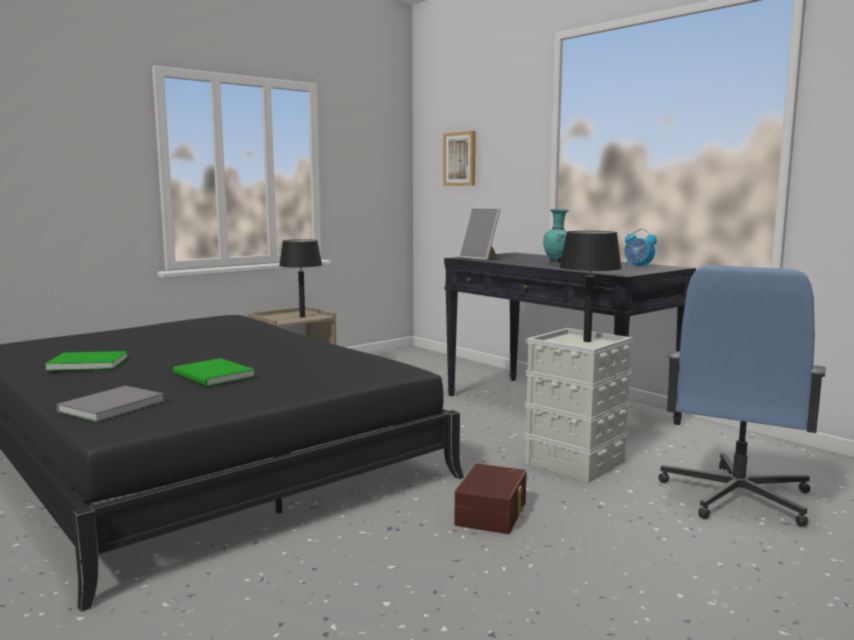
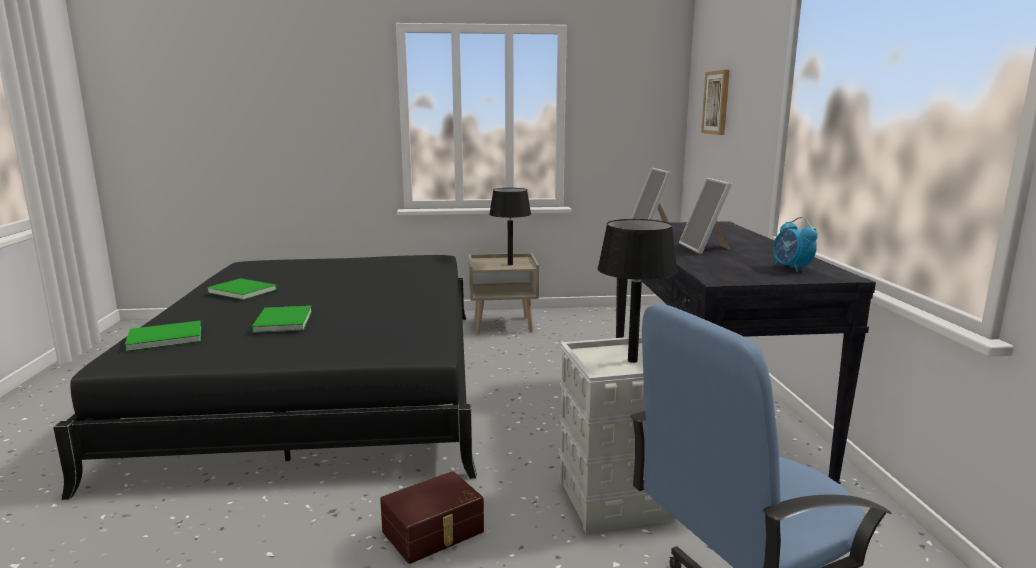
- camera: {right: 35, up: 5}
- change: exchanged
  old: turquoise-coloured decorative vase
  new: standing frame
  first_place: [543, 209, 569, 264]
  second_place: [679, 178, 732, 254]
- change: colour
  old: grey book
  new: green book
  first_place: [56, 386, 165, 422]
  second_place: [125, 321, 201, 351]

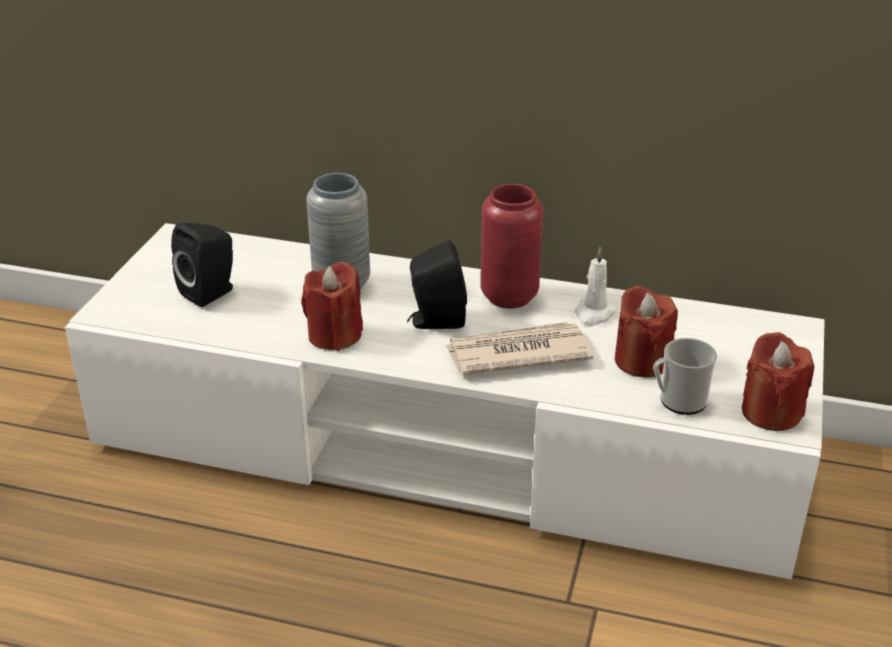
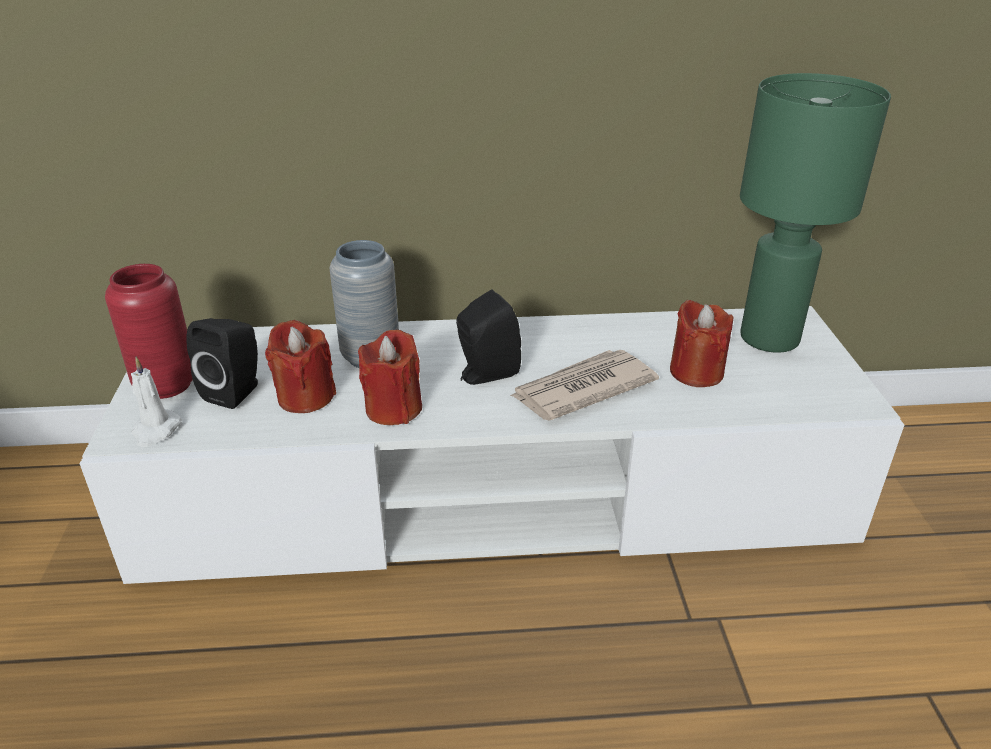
- camera: {right: -20, up: 0}
- change: missing
  old: mug
  first_place: [653, 338, 717, 415]
- change: appeared
  new: green lamp for a table
  second_place: [740, 73, 891, 352]
- change: relocated
  old: red decorative vase
  first_place: [480, 184, 543, 309]
  second_place: [105, 264, 193, 399]
- change: relocated
  old: white candle
  first_place: [575, 247, 617, 326]
  second_place: [131, 357, 182, 447]
- change: relocated
  old: red candle
  first_place: [742, 332, 814, 431]
  second_place: [265, 320, 336, 413]

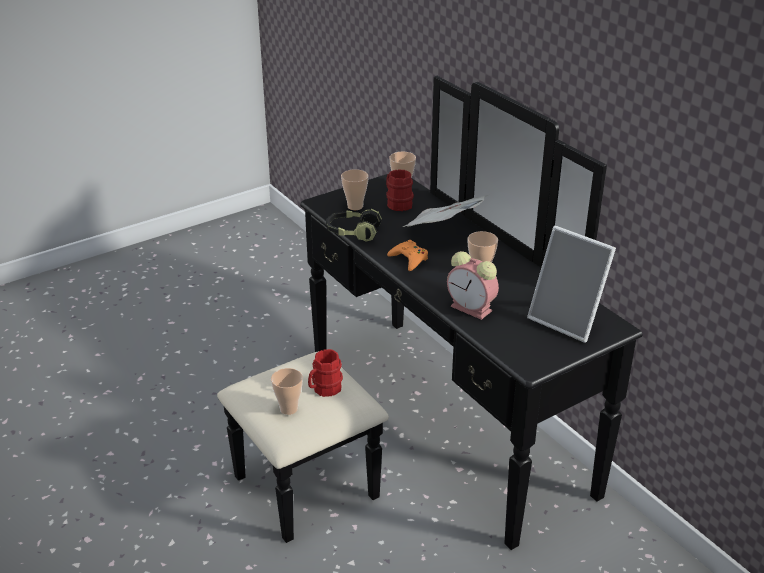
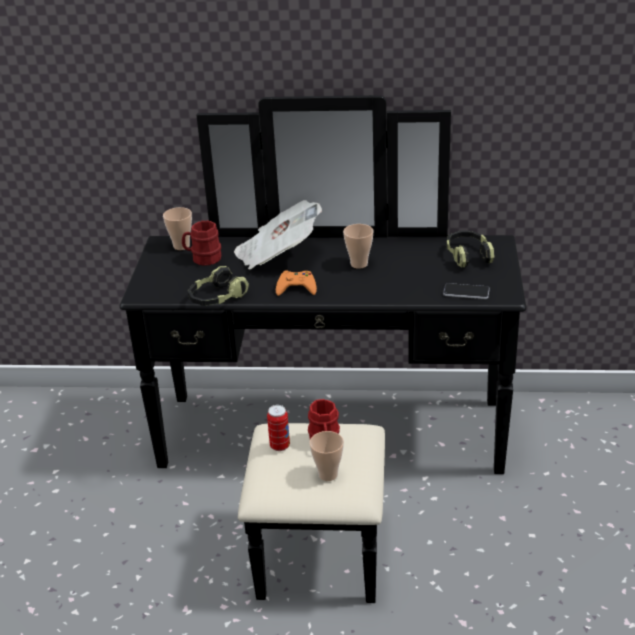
- camera: {right: -50, up: 0}
- change: missing
  old: small cup
  first_place: [341, 169, 369, 210]
- change: missing
  old: alarm clock
  first_place: [447, 251, 499, 320]
- change: appeared
  new: can
  second_place: [267, 405, 290, 451]
- change: appeared
  new: phone
  second_place: [443, 283, 490, 299]
- change: exchanged
  old: standing frame
  new: pair of headphones
  first_place: [527, 226, 616, 343]
  second_place: [447, 231, 495, 268]

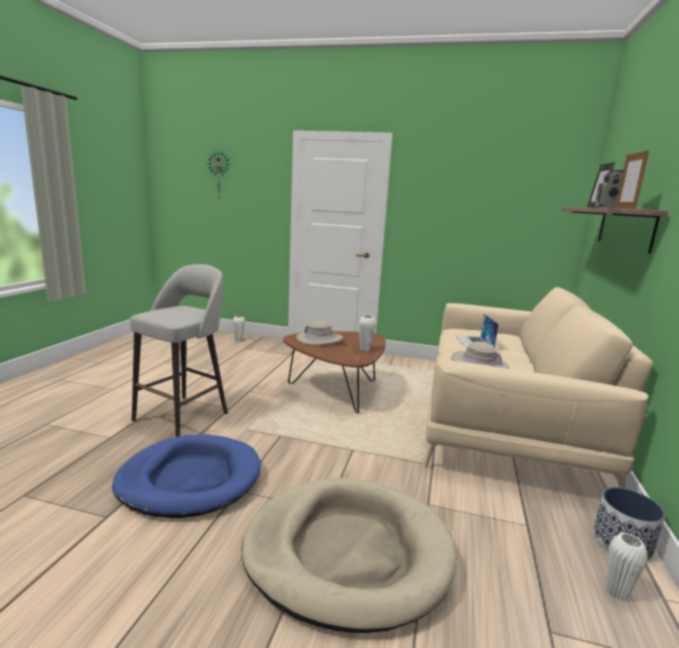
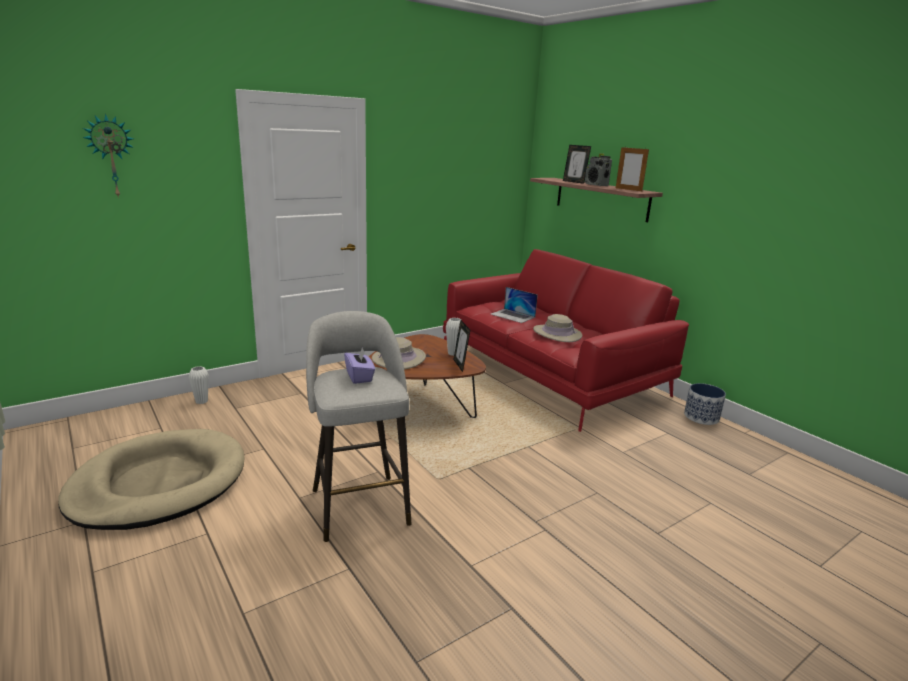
- camera: {right: -50, up: 5}
- change: missing
  old: blue-coloured dog bed
  first_place: [112, 434, 261, 518]
- change: missing
  old: white decorative vase
  first_place: [606, 533, 648, 601]
- change: appeared
  new: purple-coloured tissue box
  second_place: [344, 348, 375, 384]
- change: appeared
  new: standing frame
  second_place: [453, 320, 470, 372]
- change: relocated
  old: beige dog bed
  first_place: [242, 478, 457, 633]
  second_place: [58, 429, 245, 530]
- change: colour
  old: beige settee
  new: red settee
  first_place: [423, 287, 653, 488]
  second_place: [443, 249, 689, 432]

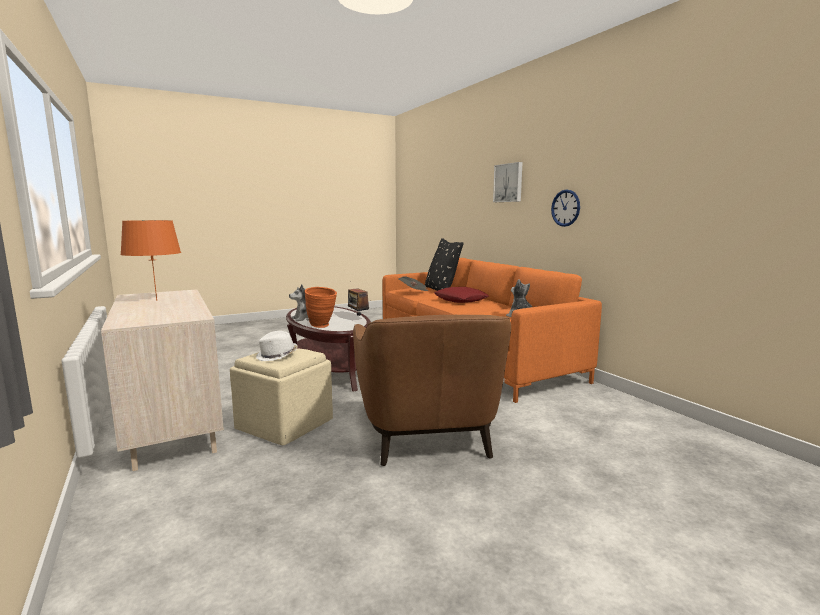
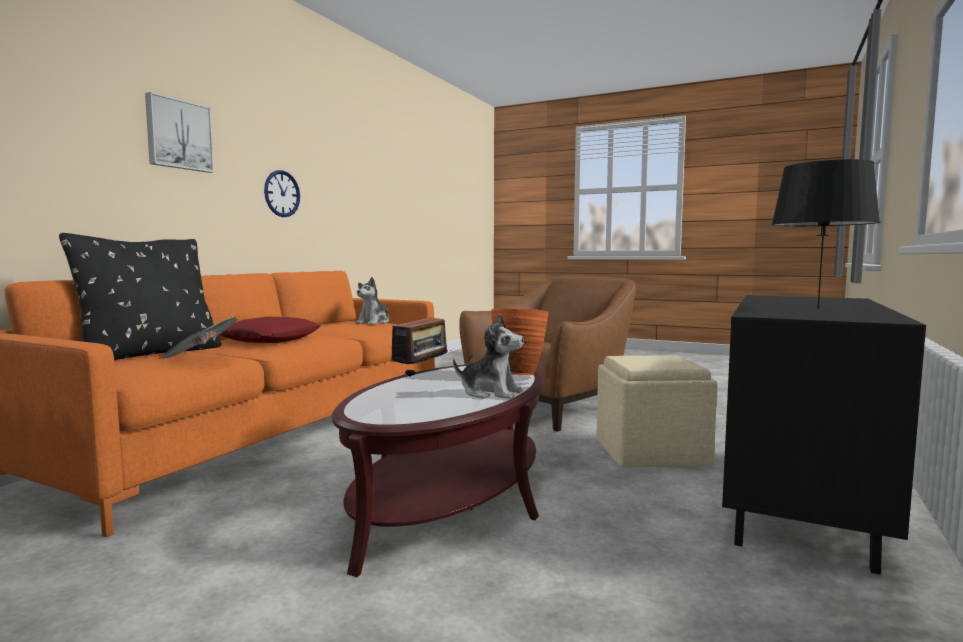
- camera: {right: -125, up: -5}
- change: missing
  old: white clothing hat
  first_place: [256, 331, 298, 361]
- change: colour
  old: beige drawer chest
  new: blackish drawer chest
  first_place: [101, 289, 224, 471]
  second_place: [722, 295, 926, 575]
- change: colour
  old: orangey lamp for a table
  new: blackish lamp for a table
  first_place: [120, 220, 181, 301]
  second_place: [772, 159, 880, 309]

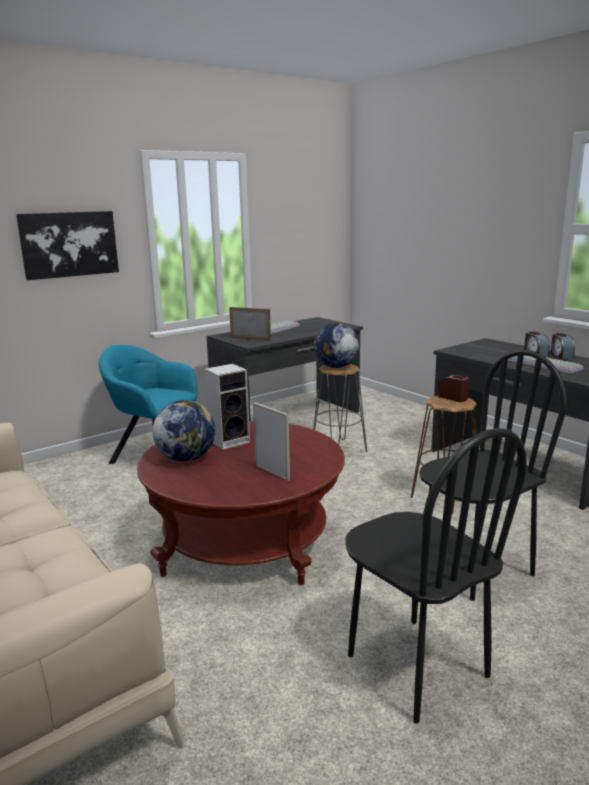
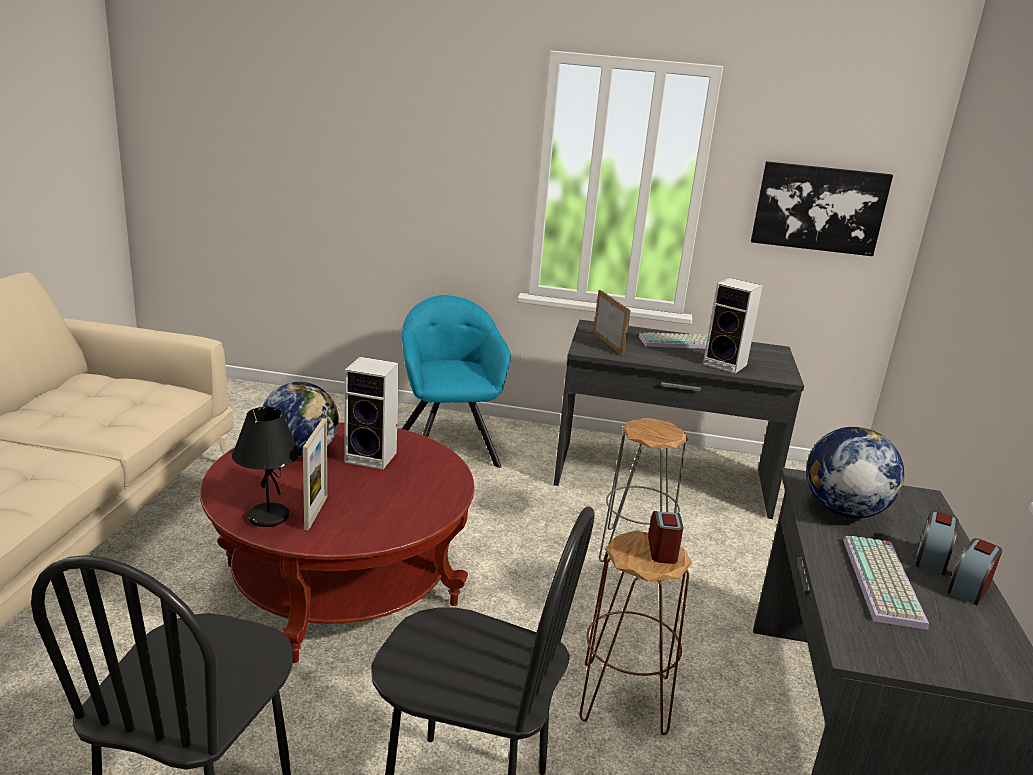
- camera: {right: 45, up: 5}
- change: appeared
  new: blackish lamp for a table
  second_place: [232, 407, 300, 527]
- change: appeared
  new: audio speaker
  second_place: [703, 278, 763, 374]
- change: relocated
  old: picture
  first_place: [16, 211, 119, 280]
  second_place: [751, 161, 893, 256]
- change: relocated
  old: globe
  first_place: [314, 323, 359, 368]
  second_place: [806, 427, 905, 518]

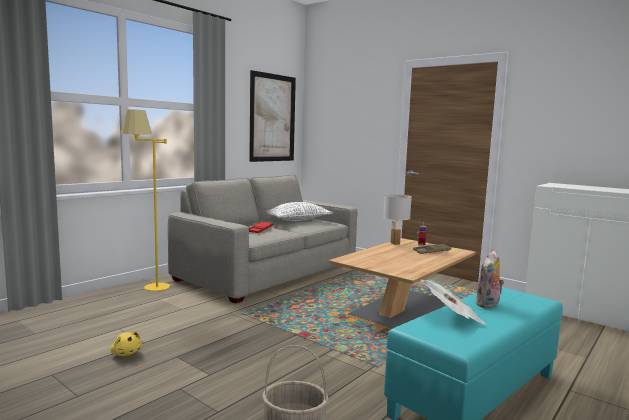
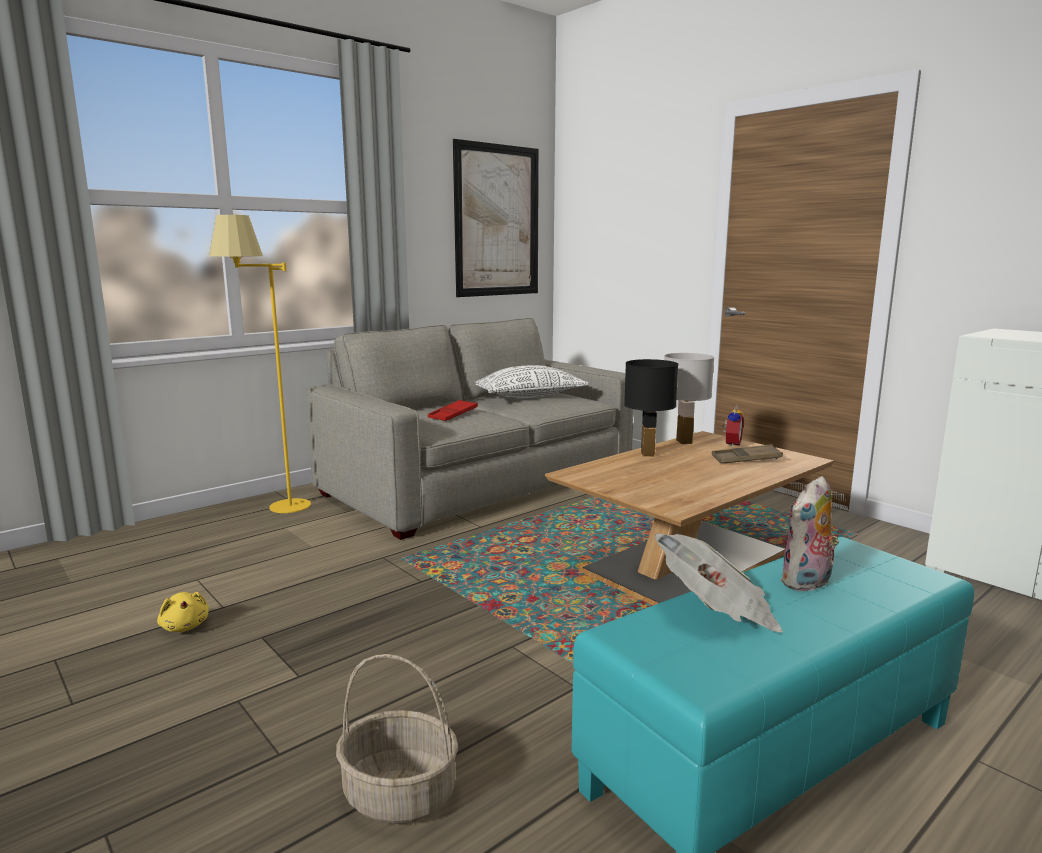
- camera: {right: 10, up: 5}
- change: appeared
  new: blackish lamp for a table
  second_place: [624, 359, 678, 457]

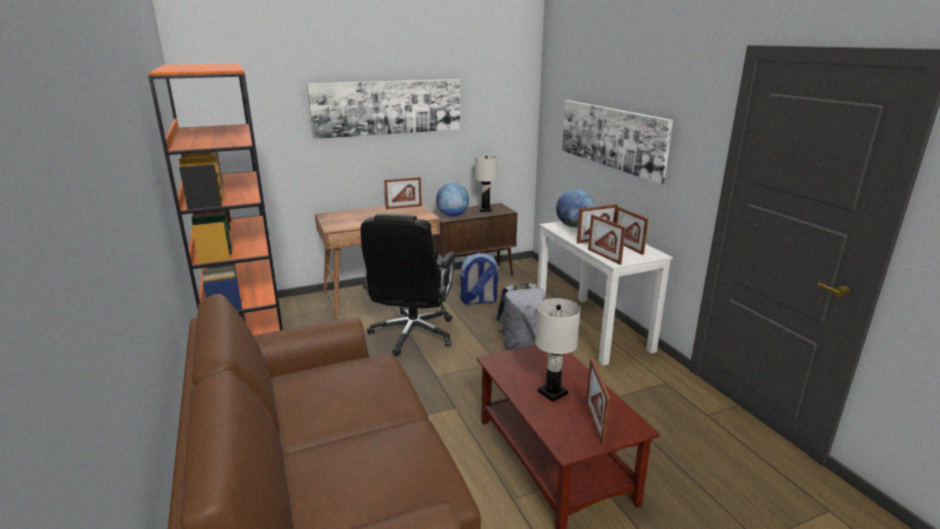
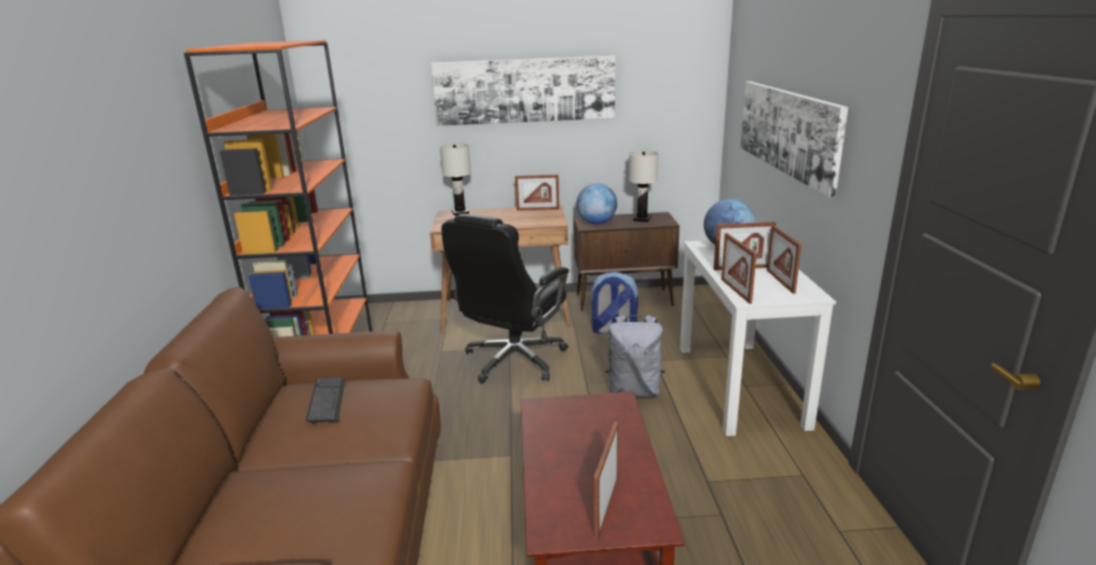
- camera: {right: 20, up: 0}
- change: appeared
  new: computer keyboard
  second_place: [306, 378, 345, 423]
- change: relocated
  old: white lamp for a table
  first_place: [535, 298, 581, 402]
  second_place: [440, 144, 471, 216]

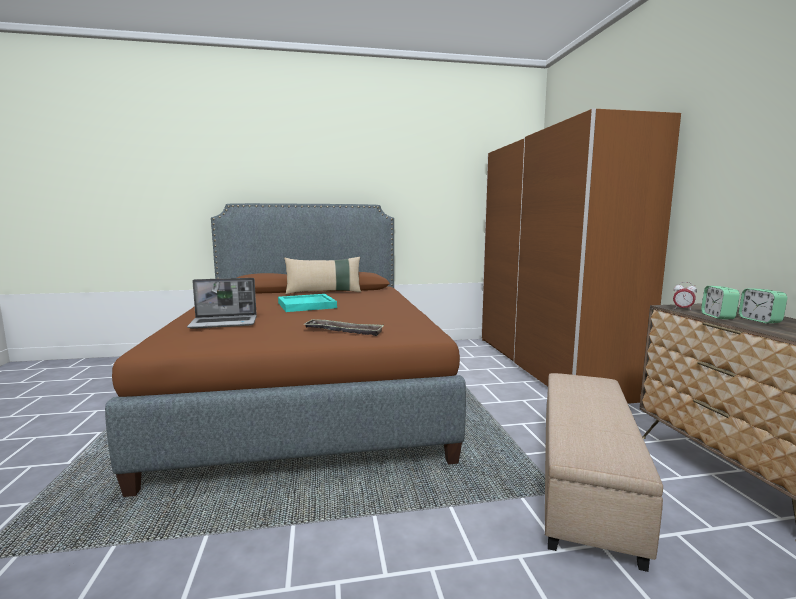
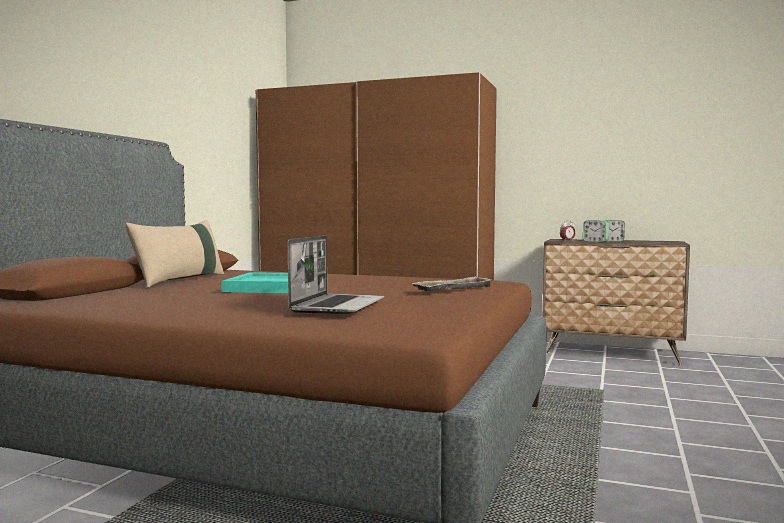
- camera: {right: -60, up: -5}
- change: missing
  old: beige ottoman
  first_place: [545, 373, 663, 572]

